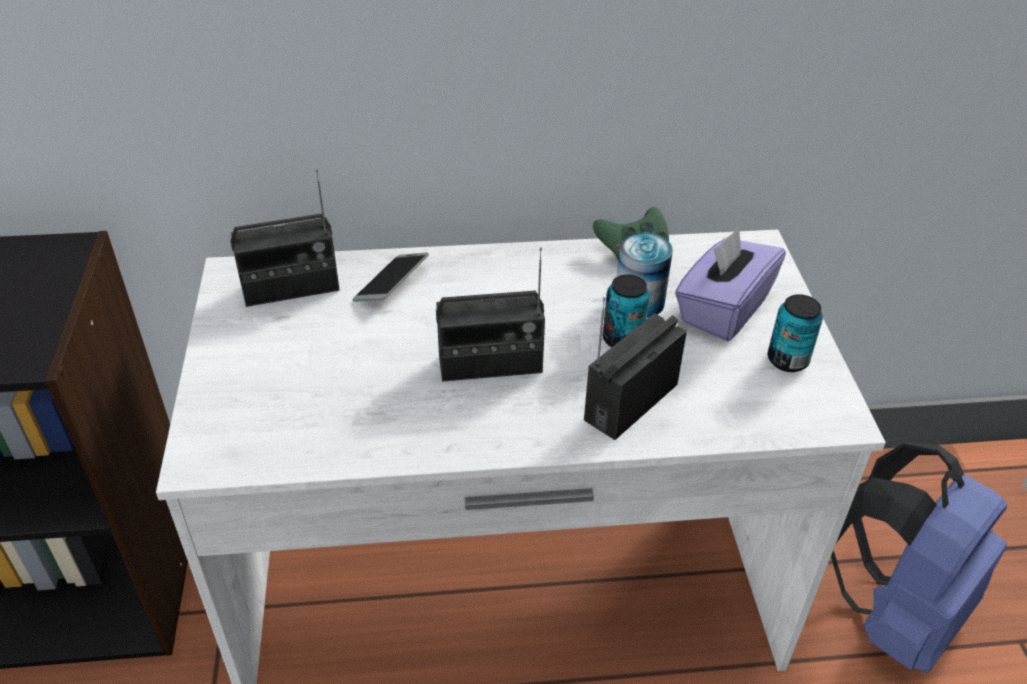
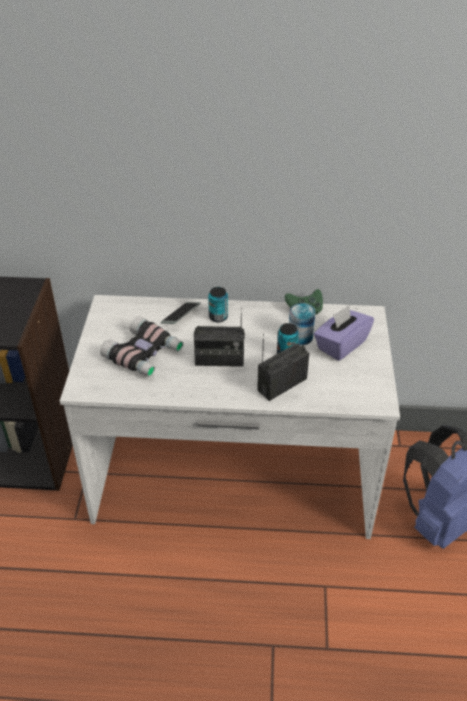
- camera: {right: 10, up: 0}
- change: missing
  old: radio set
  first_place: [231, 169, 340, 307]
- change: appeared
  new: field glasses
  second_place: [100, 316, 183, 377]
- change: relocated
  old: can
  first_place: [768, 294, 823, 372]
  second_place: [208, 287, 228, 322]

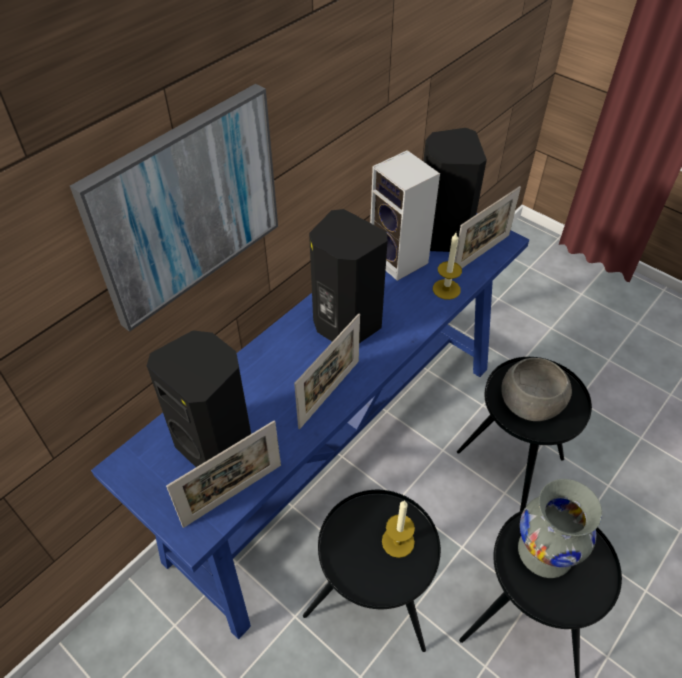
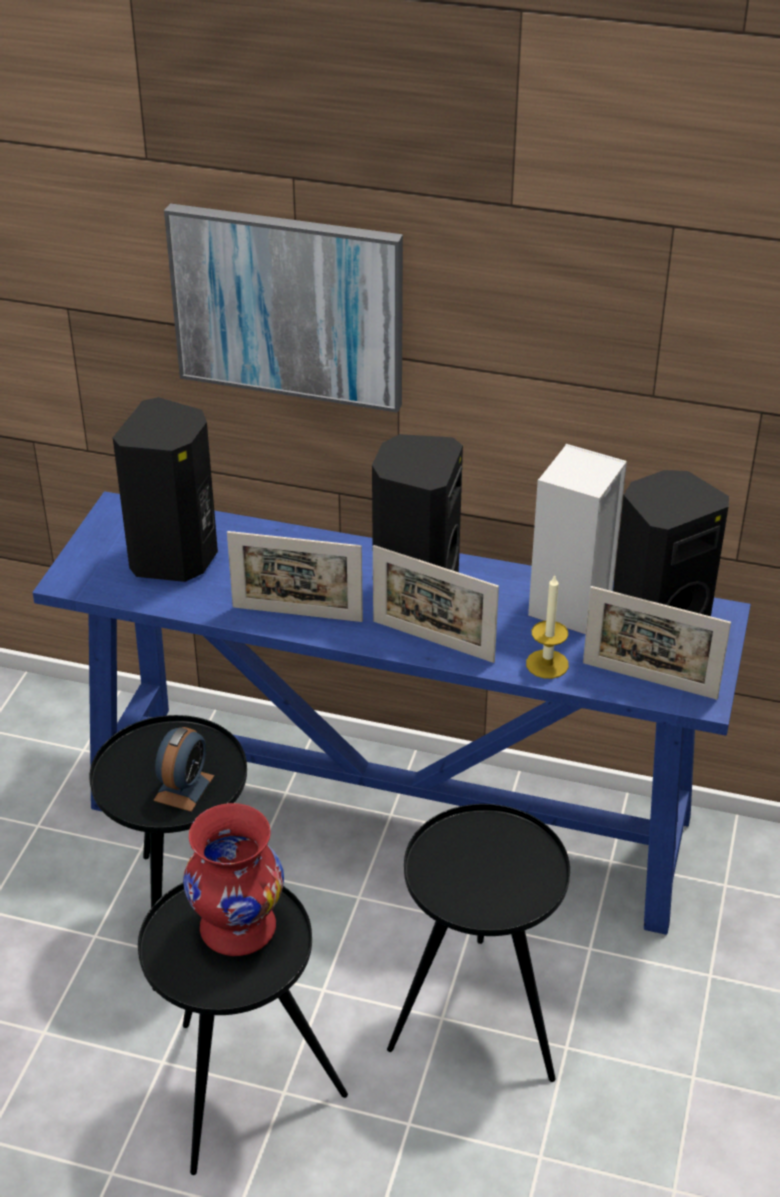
- camera: {right: 65, up: -10}
- change: missing
  old: grey bowl
  first_place: [501, 358, 572, 421]
- change: relocated
  old: standing frame
  first_place: [166, 420, 281, 528]
  second_place: [373, 545, 499, 663]
- change: exchanged
  old: candle
  new: alarm clock
  first_place: [382, 500, 415, 558]
  second_place: [153, 727, 214, 812]
- change: colour
  old: grey decorative vase
  new: red decorative vase
  first_place: [518, 479, 602, 578]
  second_place: [183, 803, 284, 956]

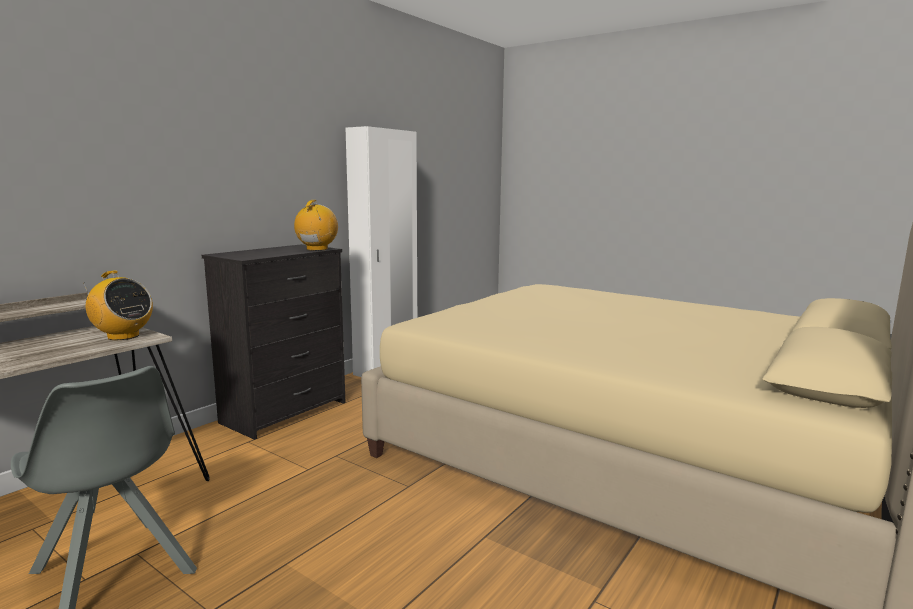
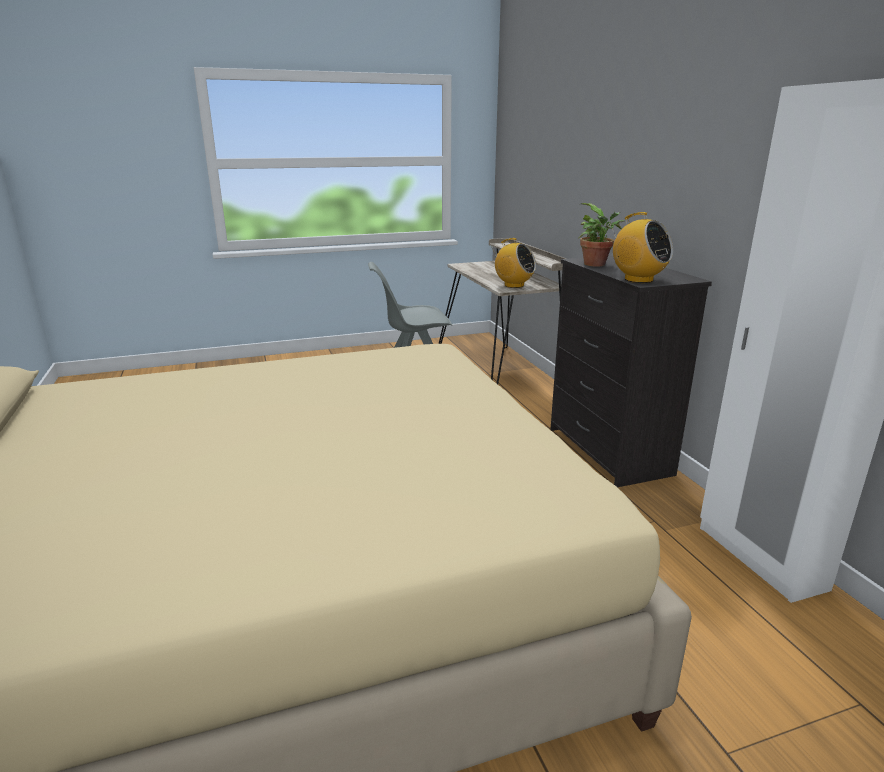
- camera: {right: 125, up: 10}
- change: appeared
  new: potted plant
  second_place: [578, 203, 625, 266]
- change: spun
  old: radio set
  first_place: [83, 270, 153, 340]
  second_place: [492, 238, 536, 288]
  degrees: -120

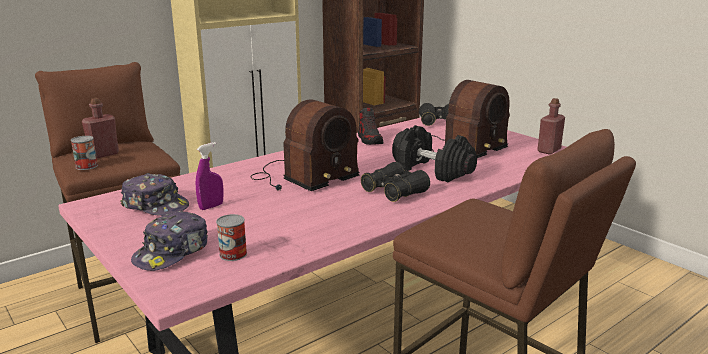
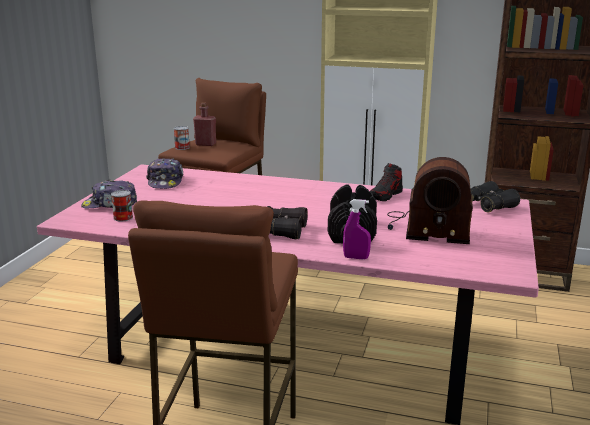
- camera: {right: 55, up: 0}
- change: missing
  old: radio set
  first_place: [251, 99, 360, 191]
- change: missing
  old: red bottle
  first_place: [537, 98, 565, 155]
- change: relocated
  old: purple-coloured hand sprayer
  first_place: [196, 142, 223, 210]
  second_place: [343, 199, 371, 259]

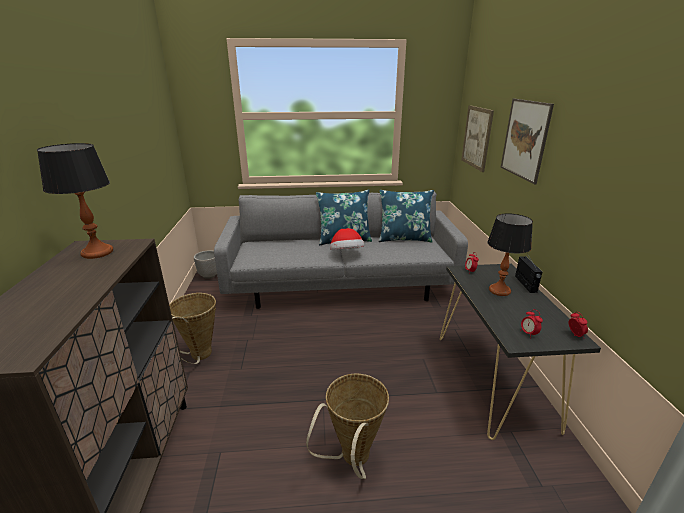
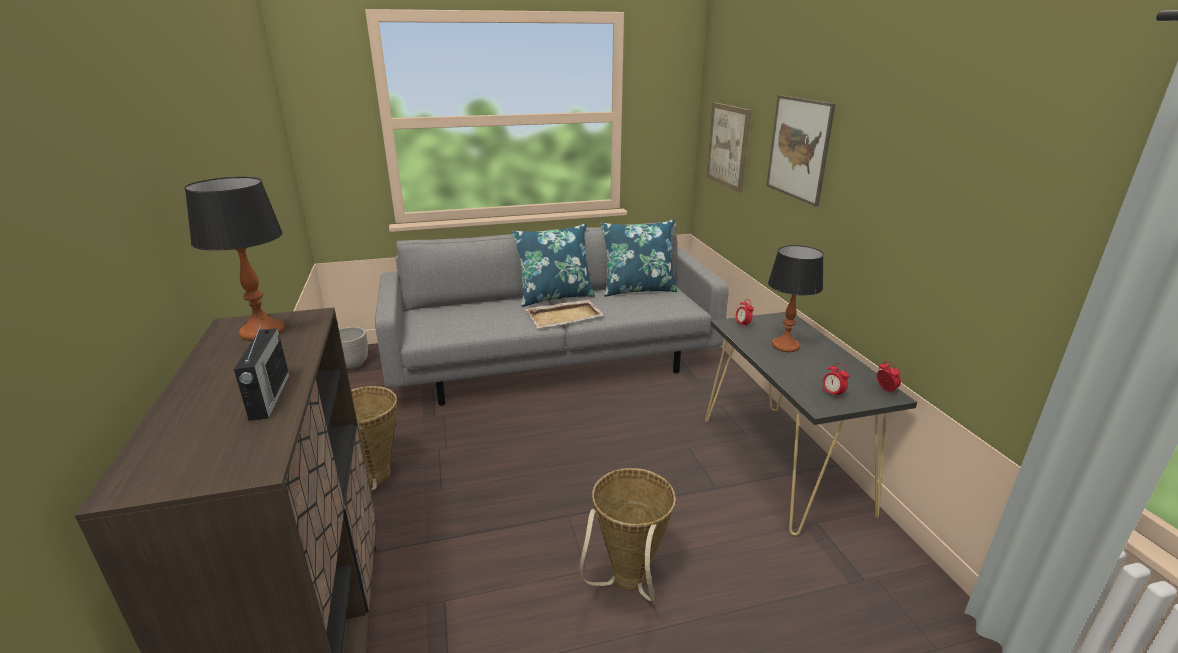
- camera: {right: -10, up: 0}
- change: relocated
  old: radio set
  first_place: [515, 252, 542, 293]
  second_place: [234, 319, 289, 421]
- change: exchanged
  old: clothing hat
  new: beige tray
  first_place: [330, 228, 364, 250]
  second_place: [525, 299, 604, 328]

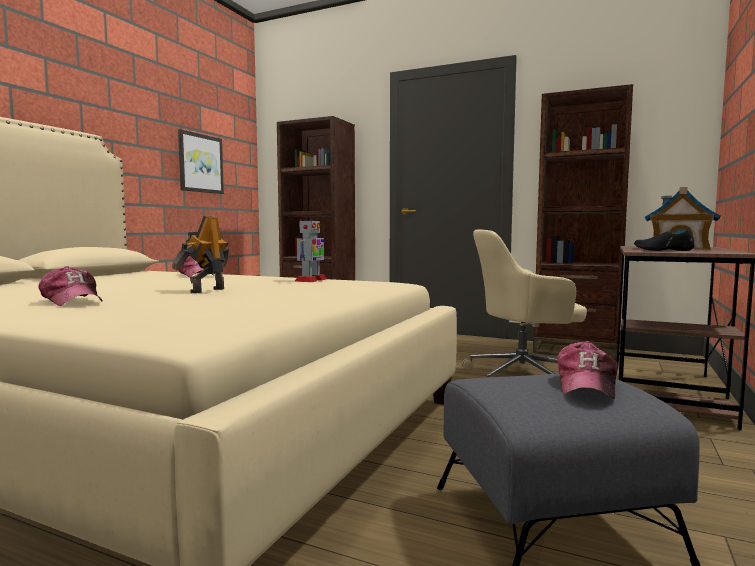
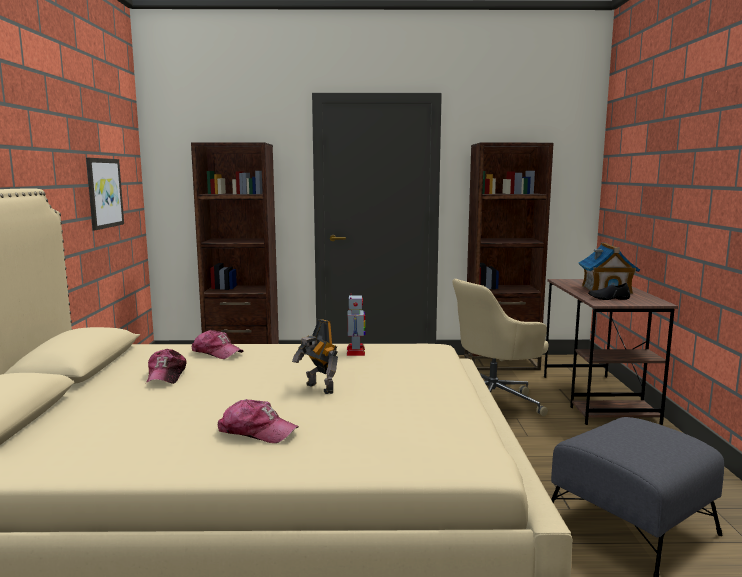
- camera: {right: -25, up: 5}
- change: relocated
  old: peaked cap
  first_place: [557, 341, 618, 399]
  second_place: [145, 349, 187, 385]
- change: spun
  old: model robot
  first_place: [172, 216, 229, 293]
  second_place: [292, 319, 338, 394]
  degrees: -45

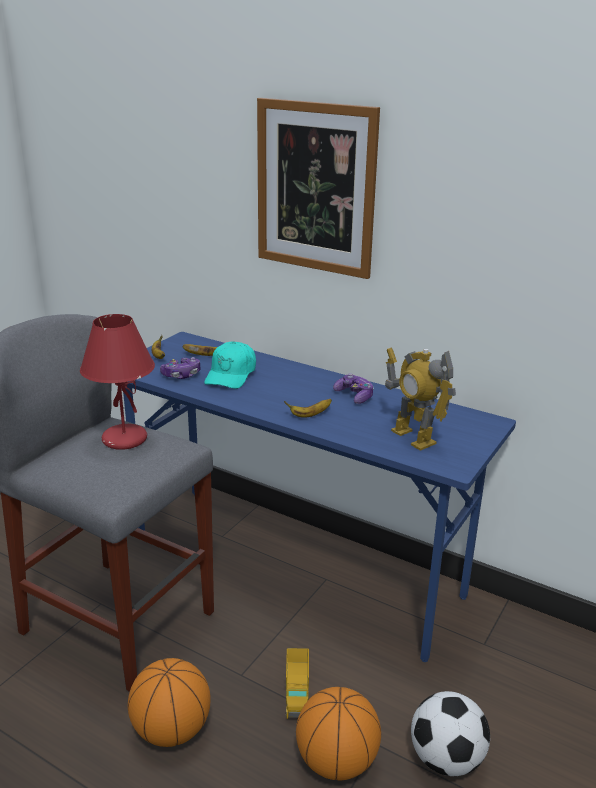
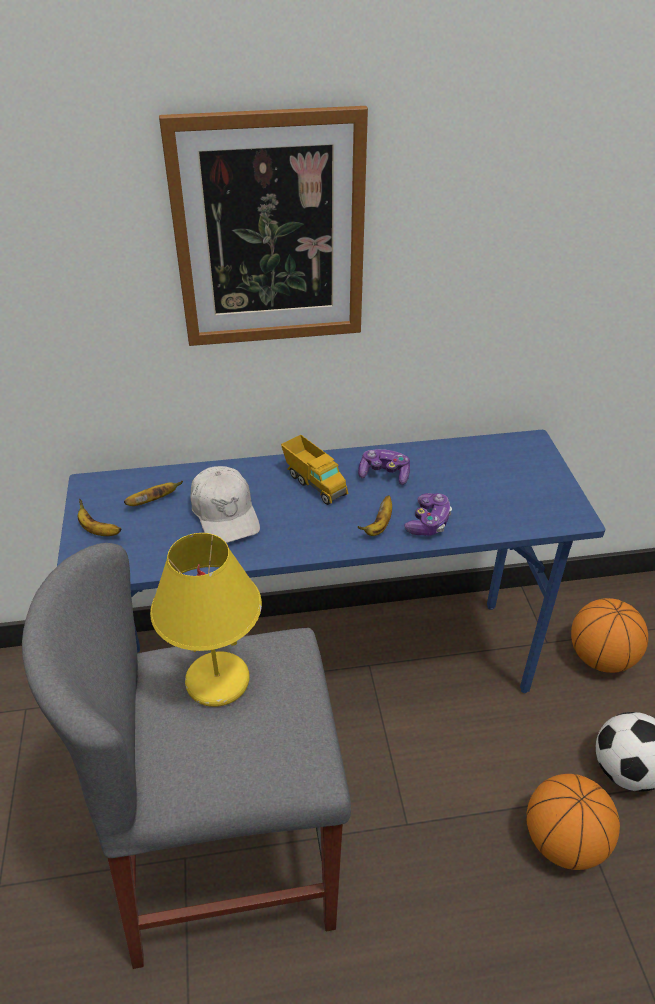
- camera: {right: -40, up: 15}
- change: missing
  old: model robot
  first_place: [385, 348, 456, 451]
- change: relocated
  old: basketball
  first_place: [128, 658, 211, 747]
  second_place: [571, 598, 648, 673]
- change: relocated
  old: game controller
  first_place: [160, 357, 200, 379]
  second_place: [404, 493, 452, 536]
- change: relocated
  old: toy truck
  first_place: [286, 648, 309, 719]
  second_place: [281, 435, 348, 505]
- change: colour
  old: red lamp for a table
  new: yellow-coloured lamp for a table
  first_place: [80, 314, 155, 450]
  second_place: [150, 533, 262, 707]
- change: colour
  old: turquoise-coloured peaked cap
  new: white peaked cap
  first_place: [204, 341, 256, 389]
  second_place: [190, 466, 260, 543]

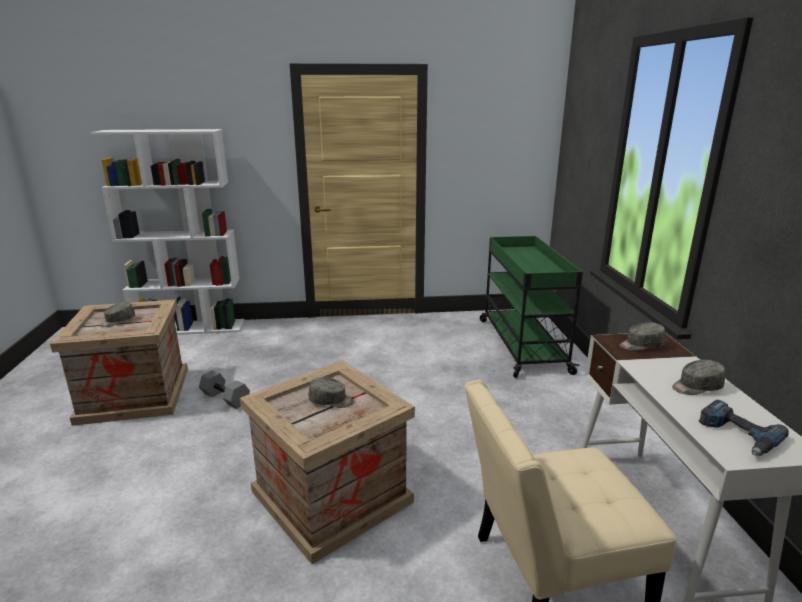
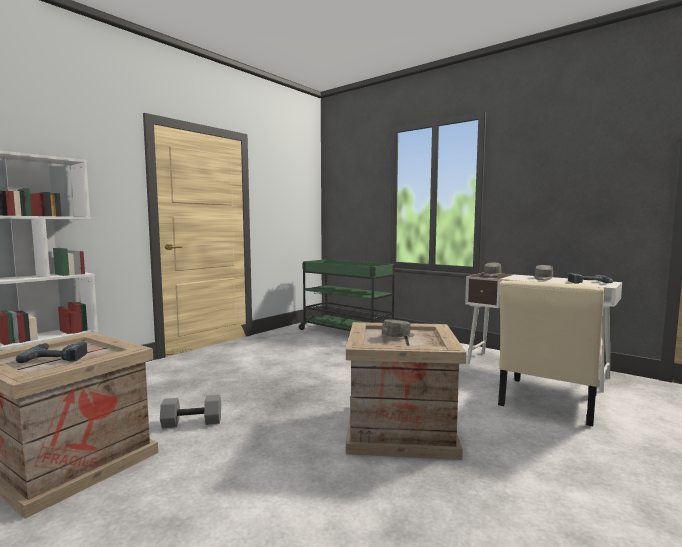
- camera: {right: -45, up: -15}
- change: exchanged
  old: grey peaked cap
  new: electric drill
  first_place: [100, 302, 135, 327]
  second_place: [16, 342, 88, 363]

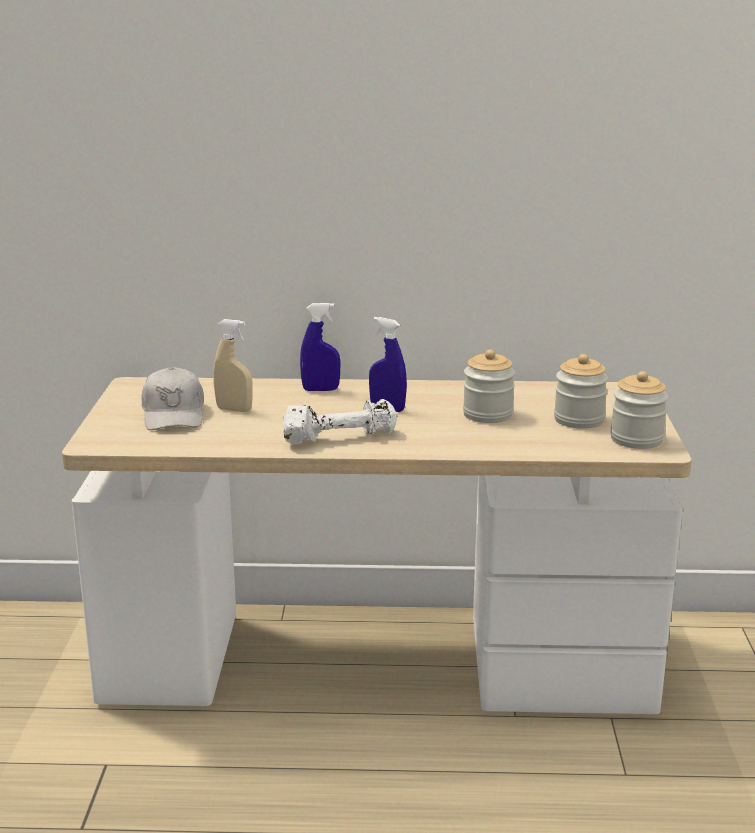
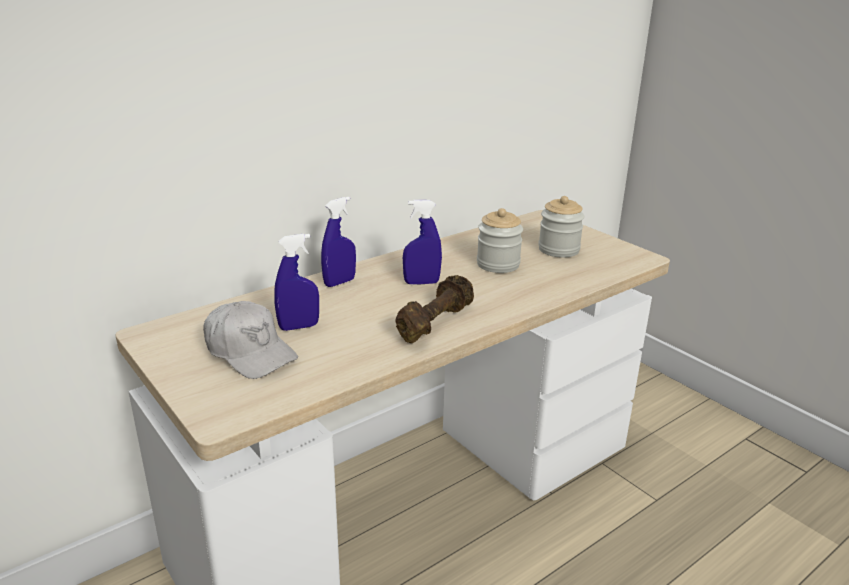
- camera: {right: -40, up: 5}
- change: missing
  old: storage jar
  first_place: [610, 371, 668, 449]
- change: colour
  old: beige hand sprayer
  new: blue-coloured hand sprayer
  first_place: [213, 319, 253, 412]
  second_place: [274, 234, 319, 331]
- change: colour
  old: white hand weight
  new: brown hand weight
  first_place: [283, 399, 397, 444]
  second_place: [395, 275, 474, 343]

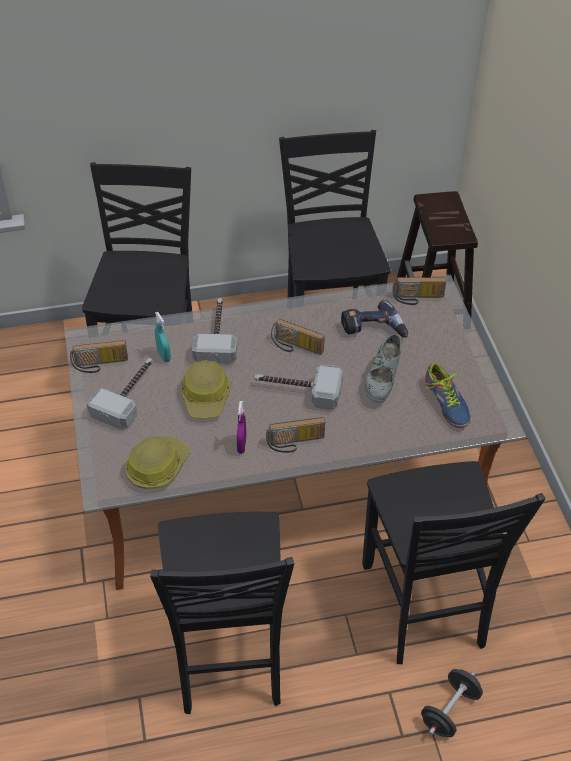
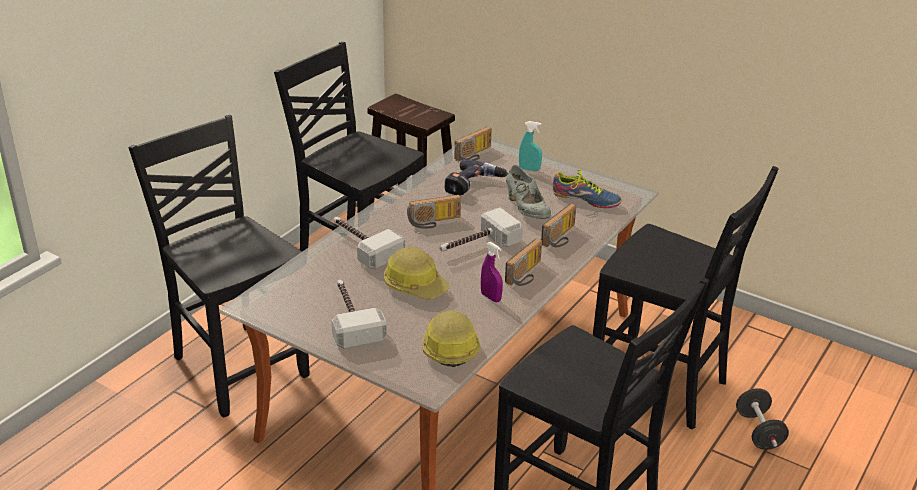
- camera: {right: -45, up: -15}
- change: relocated
  old: radio set
  first_place: [70, 340, 128, 373]
  second_place: [541, 204, 576, 247]
- change: relocated
  old: turquoise-coloured hand sprayer
  first_place: [155, 312, 171, 362]
  second_place: [519, 121, 542, 171]

